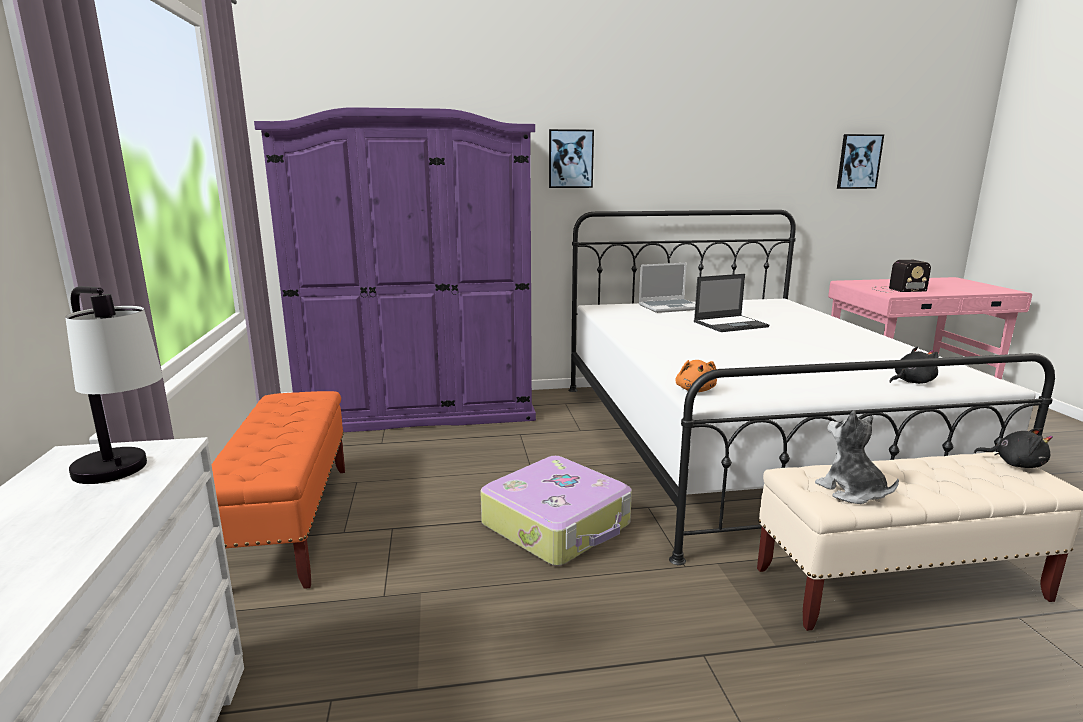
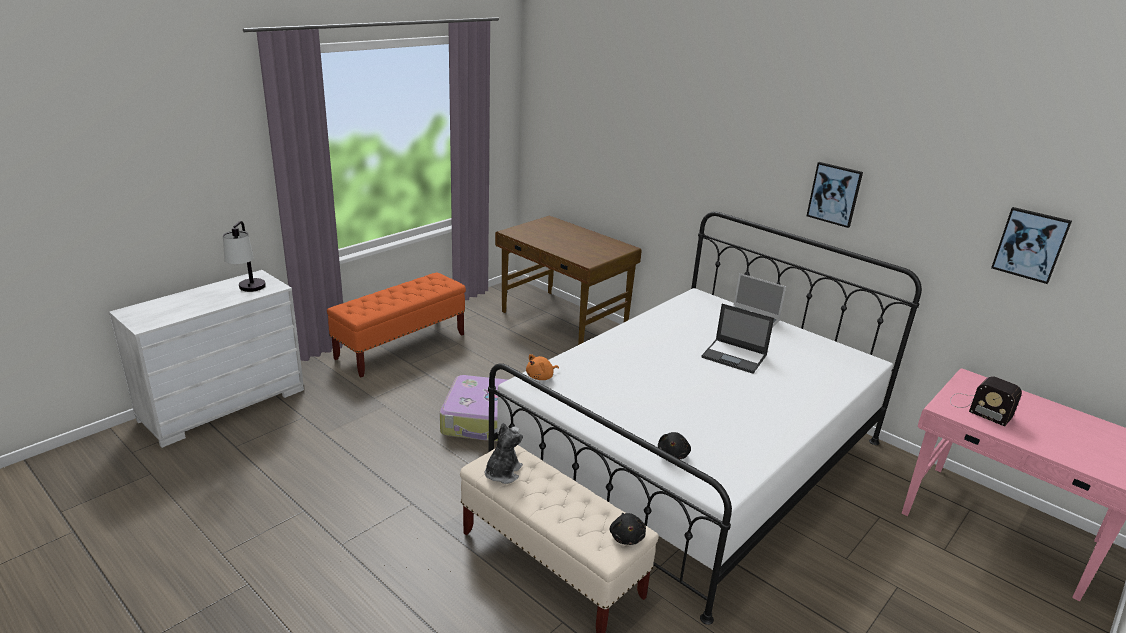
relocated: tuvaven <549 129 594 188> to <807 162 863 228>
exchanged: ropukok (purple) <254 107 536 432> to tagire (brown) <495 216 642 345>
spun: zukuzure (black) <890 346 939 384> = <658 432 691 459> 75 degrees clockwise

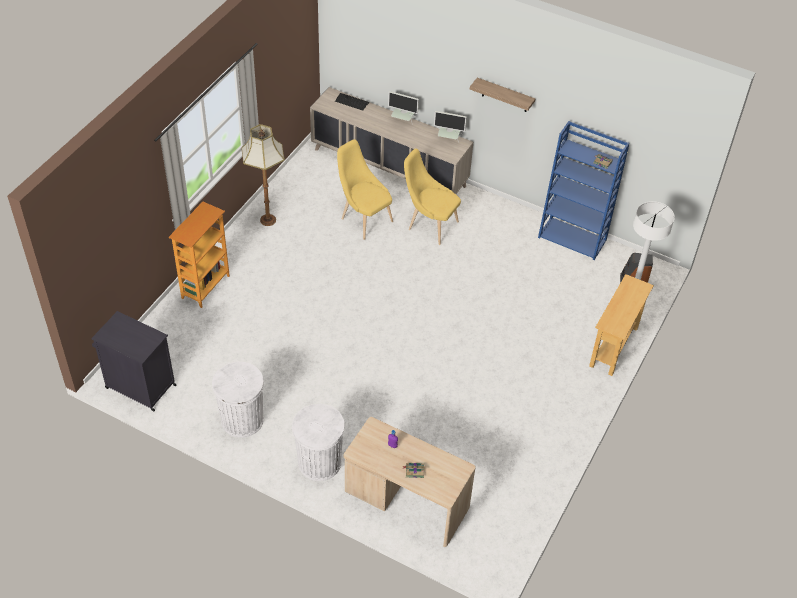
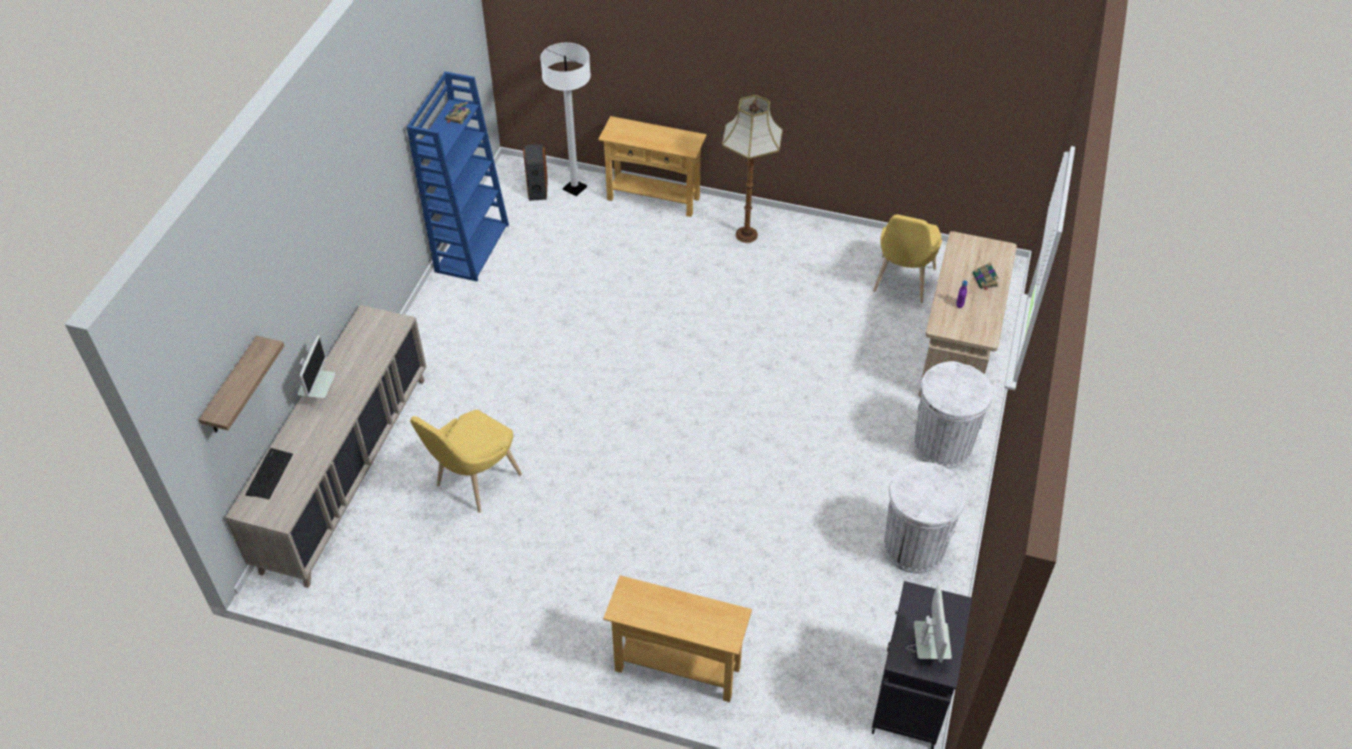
relocated: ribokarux <470 78 535 112> to <198 336 285 433>; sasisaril <434 111 467 142> to <906 585 952 662>; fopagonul <241 124 285 226> to <722 95 783 243>; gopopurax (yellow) <404 148 461 245> to <873 214 942 303>
exchanged: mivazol <168 202 230 308> to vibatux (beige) <603 575 752 702>

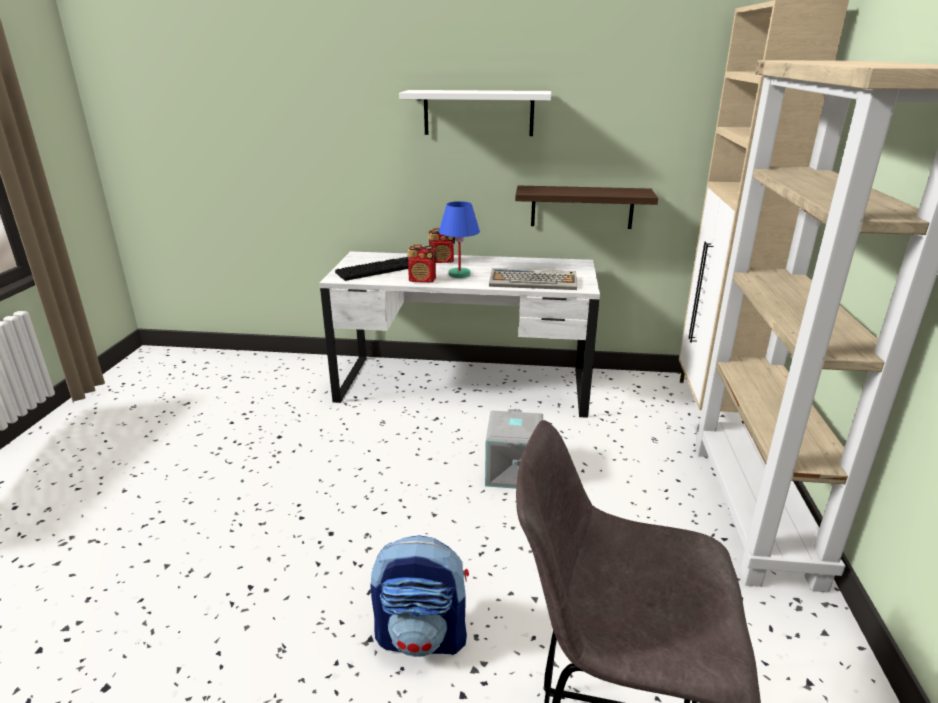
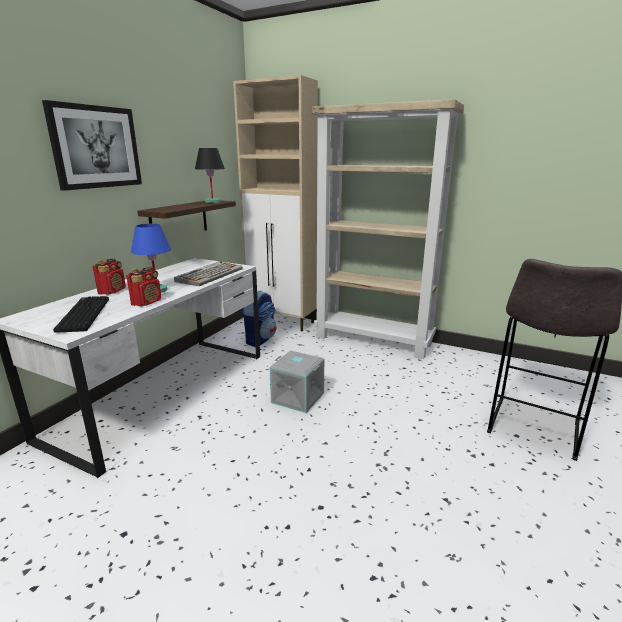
appeared: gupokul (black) <195 148 225 203>
relocated: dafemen <370 535 469 657> to <242 291 277 347>
exchanged: ribokarux (white) <399 90 551 136> to tuvaven <42 100 142 191>

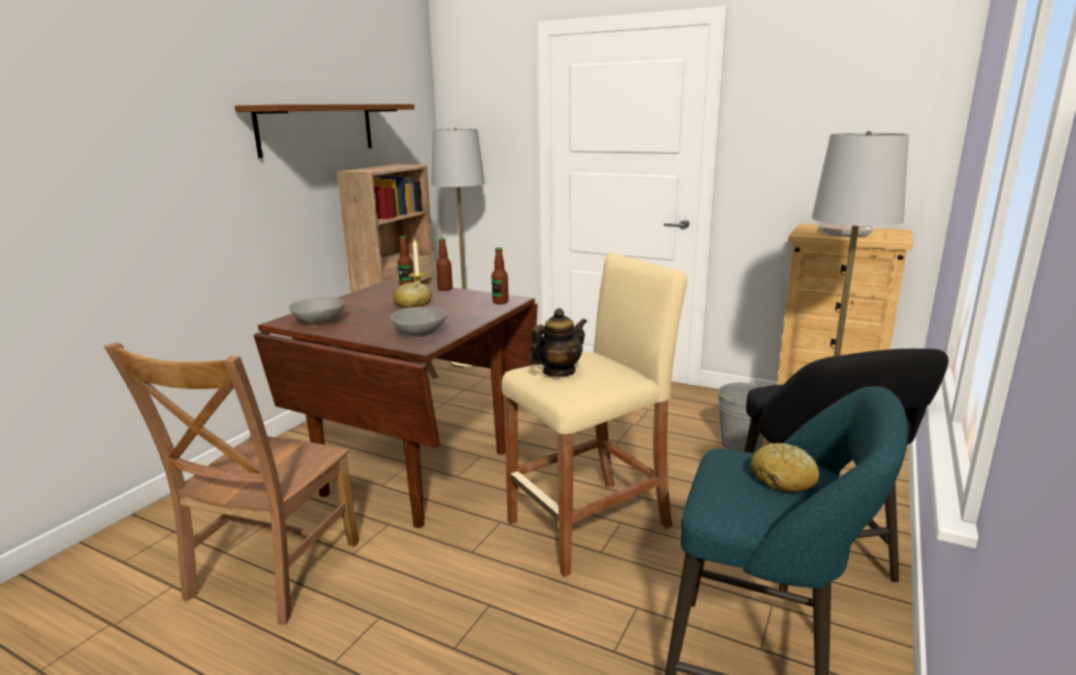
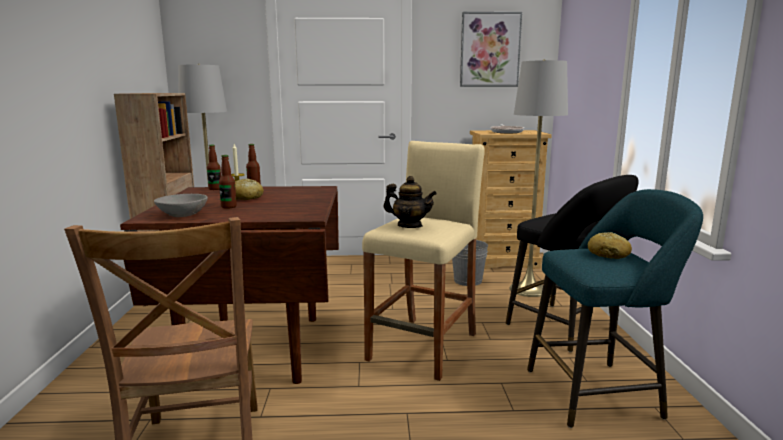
missing: ribokarux (brown) <235 104 415 158>; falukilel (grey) <390 306 447 336>
appeared: tuvaven <460 12 522 87>
relocated: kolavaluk <492 247 509 304> to <219 155 237 209>
spun: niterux <529 308 587 377> = <383 176 437 228> 90 degrees clockwise

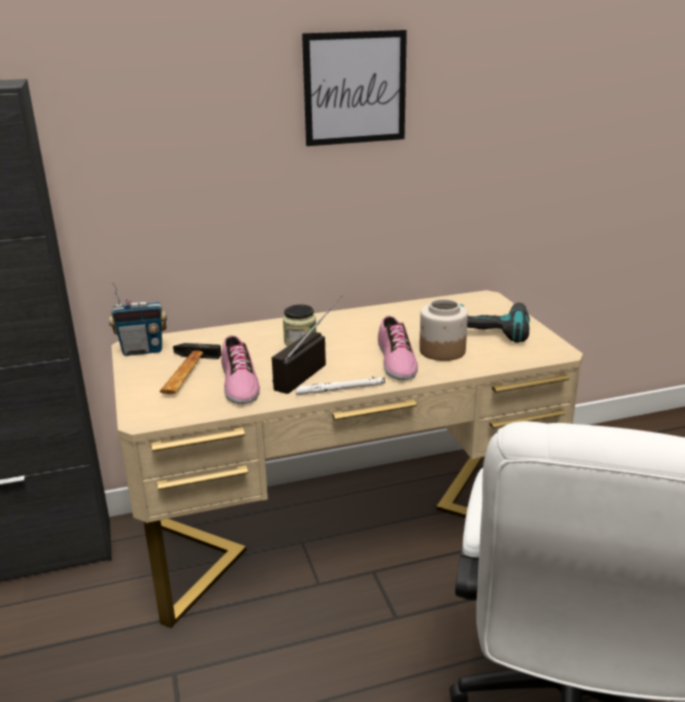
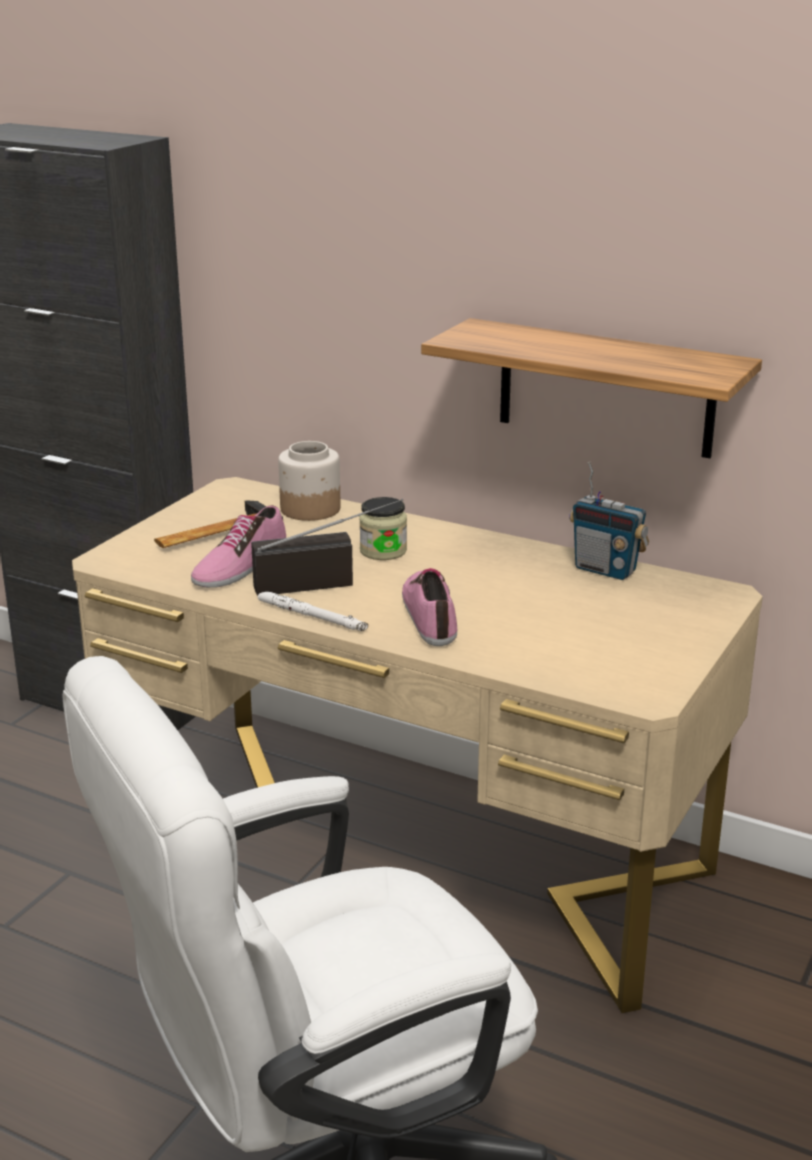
missing: tuvaven <302 30 407 146>; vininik <459 302 530 343>
appeared: ribokarux <421 318 762 458>
relocated: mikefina <109 281 167 356> to <569 461 649 580>; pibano <419 299 468 361> to <278 441 341 521>
spun: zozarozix <378 316 418 380> = <402 568 457 646> 135 degrees clockwise

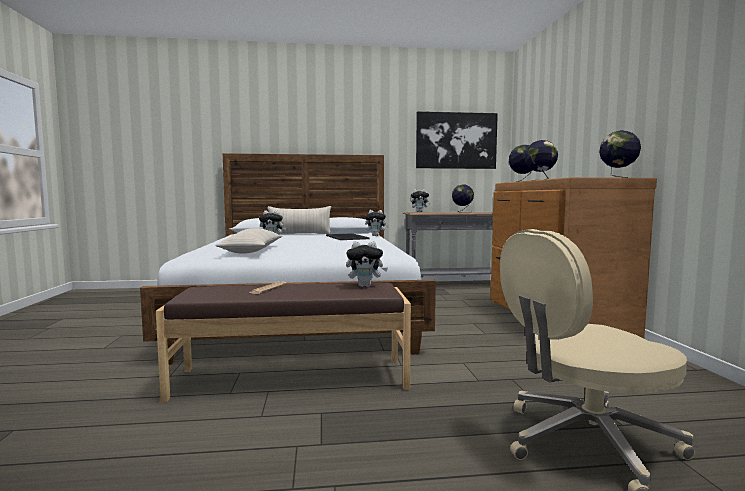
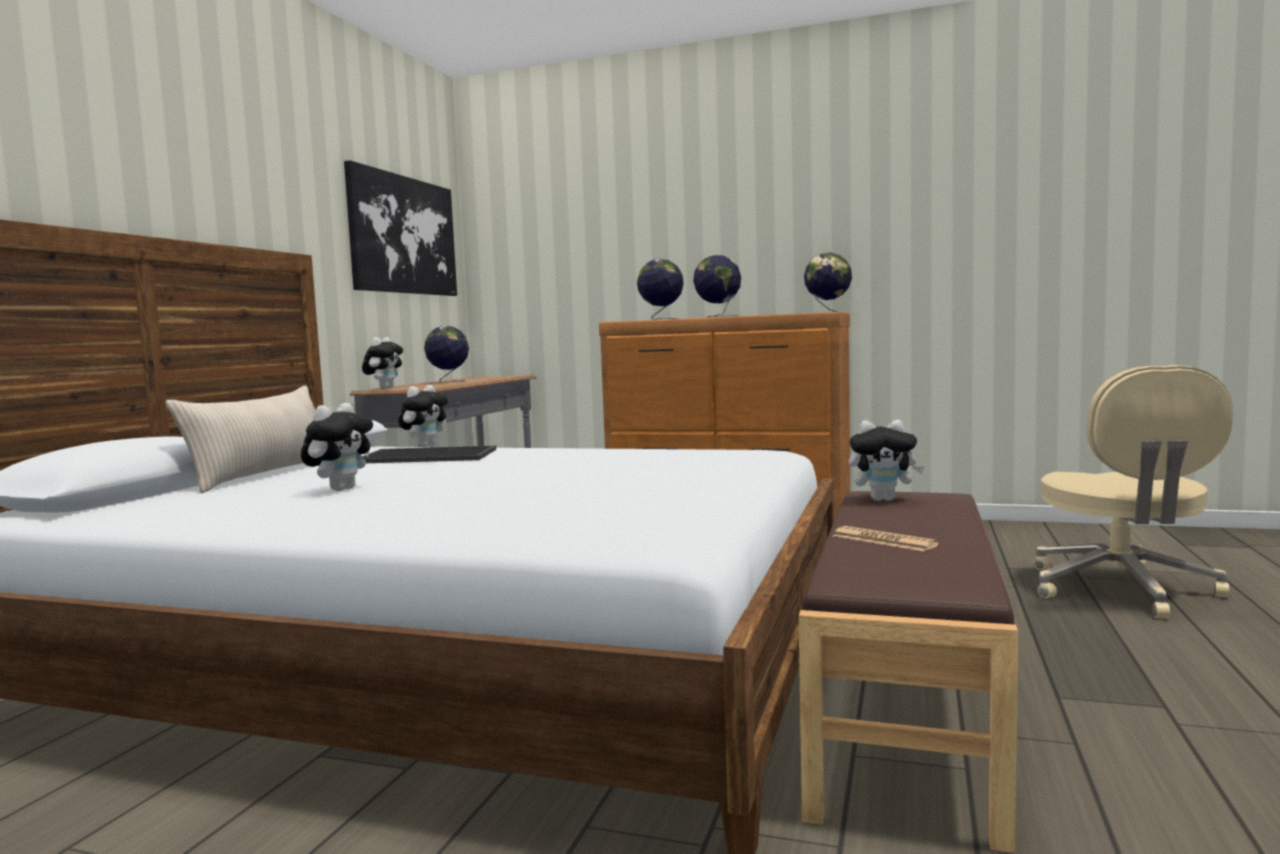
missing: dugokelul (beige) <215 228 282 254>
spun: zukuzure <346 241 388 287> = <849 420 925 501> 75 degrees clockwise

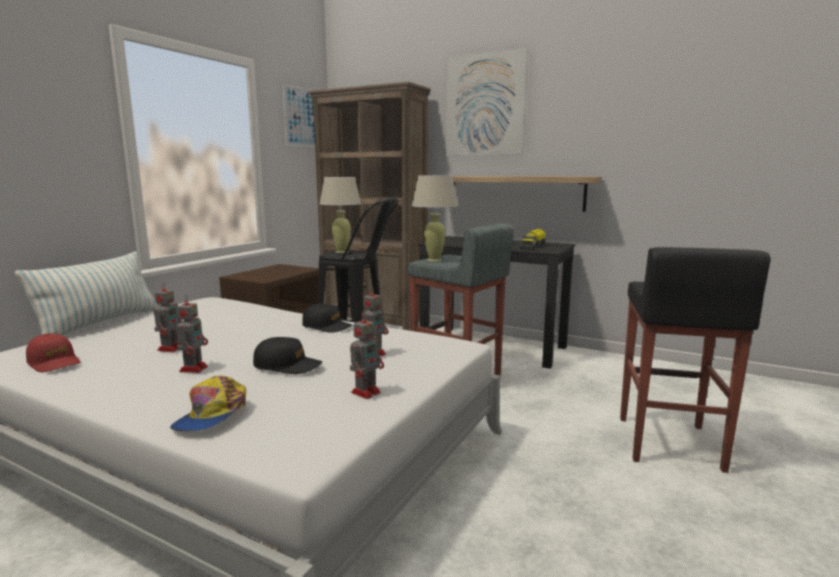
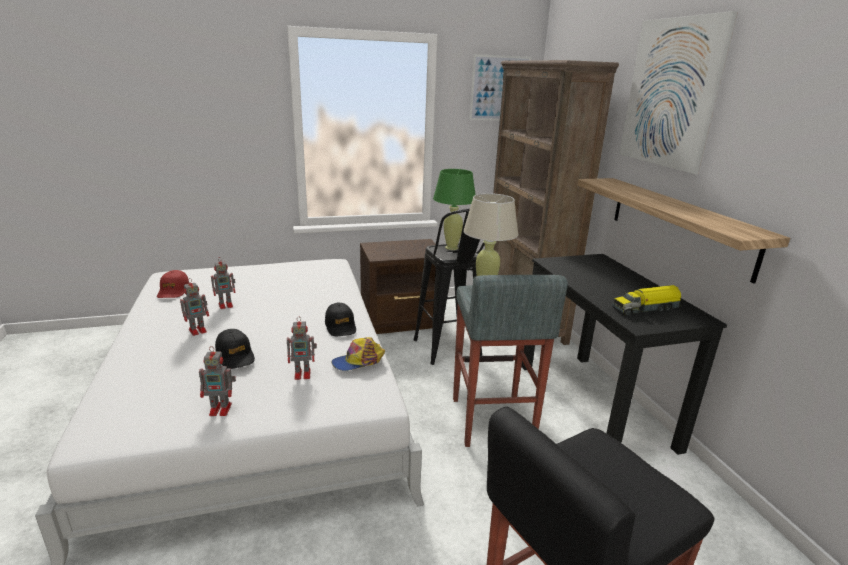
missing: dugokelul <15 251 158 335>
relocated: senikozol <170 376 246 432> to <332 337 385 371>
colour: gupokul (beige) <320 177 361 253> to gupokul (green) <433 169 476 250>

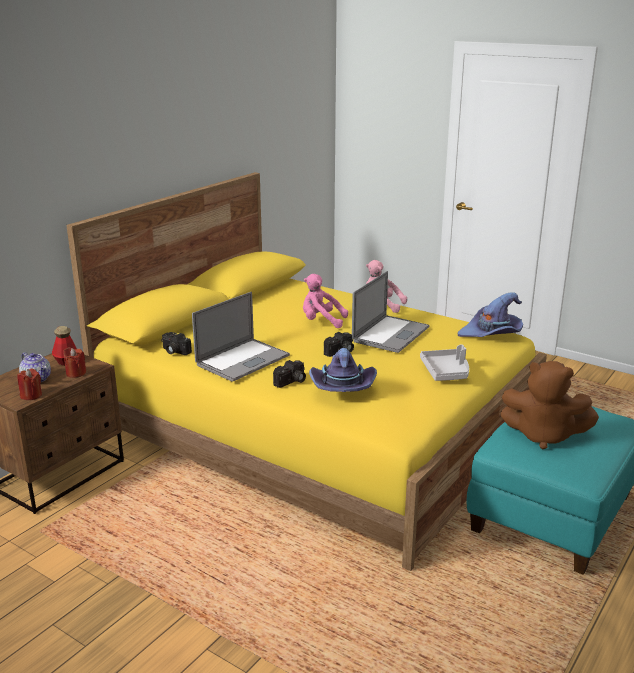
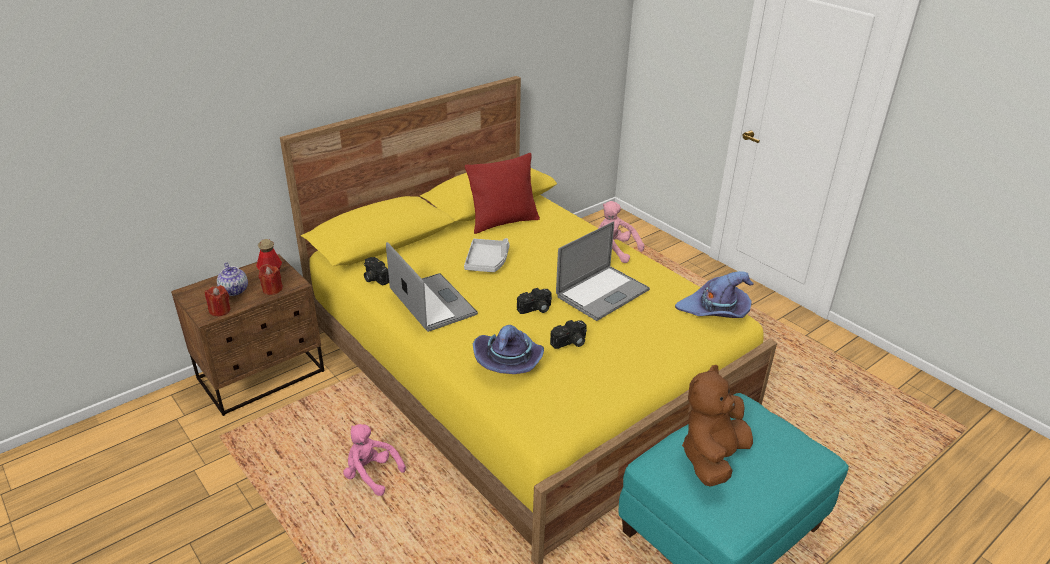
appeared: dugokelul (red) <465 153 540 234>
relocated: zukuzure (pink) <303 274 348 328> to <343 424 406 496>; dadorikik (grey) <420 344 469 381> to <464 238 510 272>; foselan <273 360 306 388> to <550 320 587 349>
spun: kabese <192 292 290 382> = <386 242 478 332> 90 degrees counterclockwise; zukuzure (brown) <501 361 599 449> = <682 365 753 487> 90 degrees clockwise

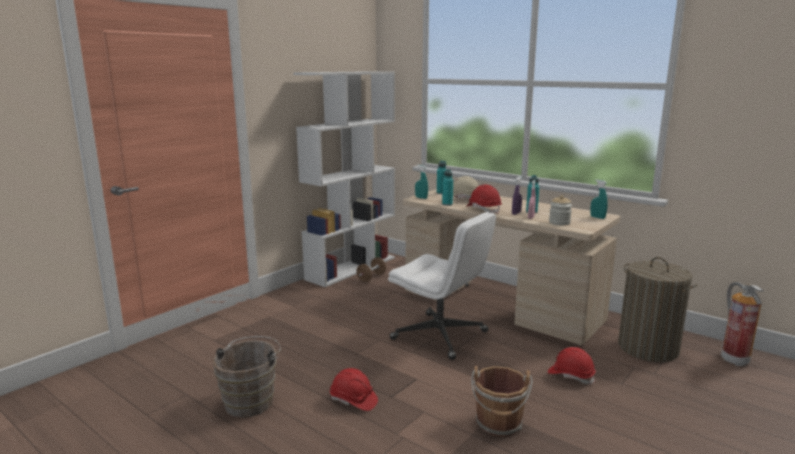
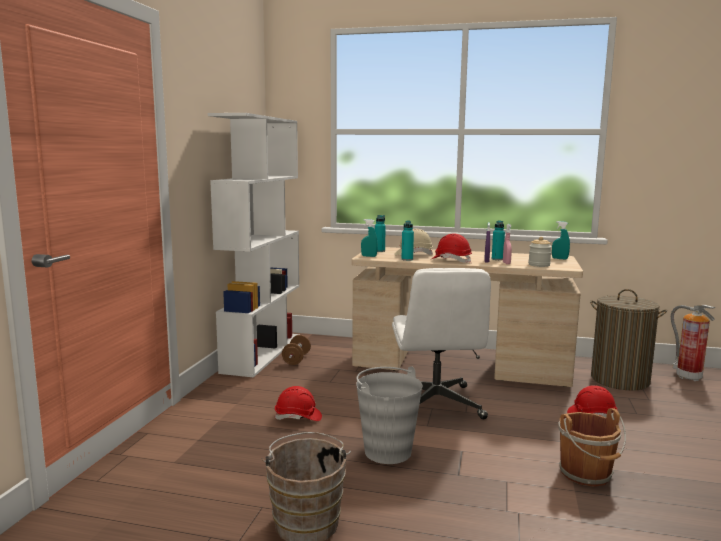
appeared: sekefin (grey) <356 366 422 464>
relocated: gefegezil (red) <330 368 378 411> to <274 386 322 421>
spun: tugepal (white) <388 212 496 360> = <392 268 491 419> 75 degrees clockwise

